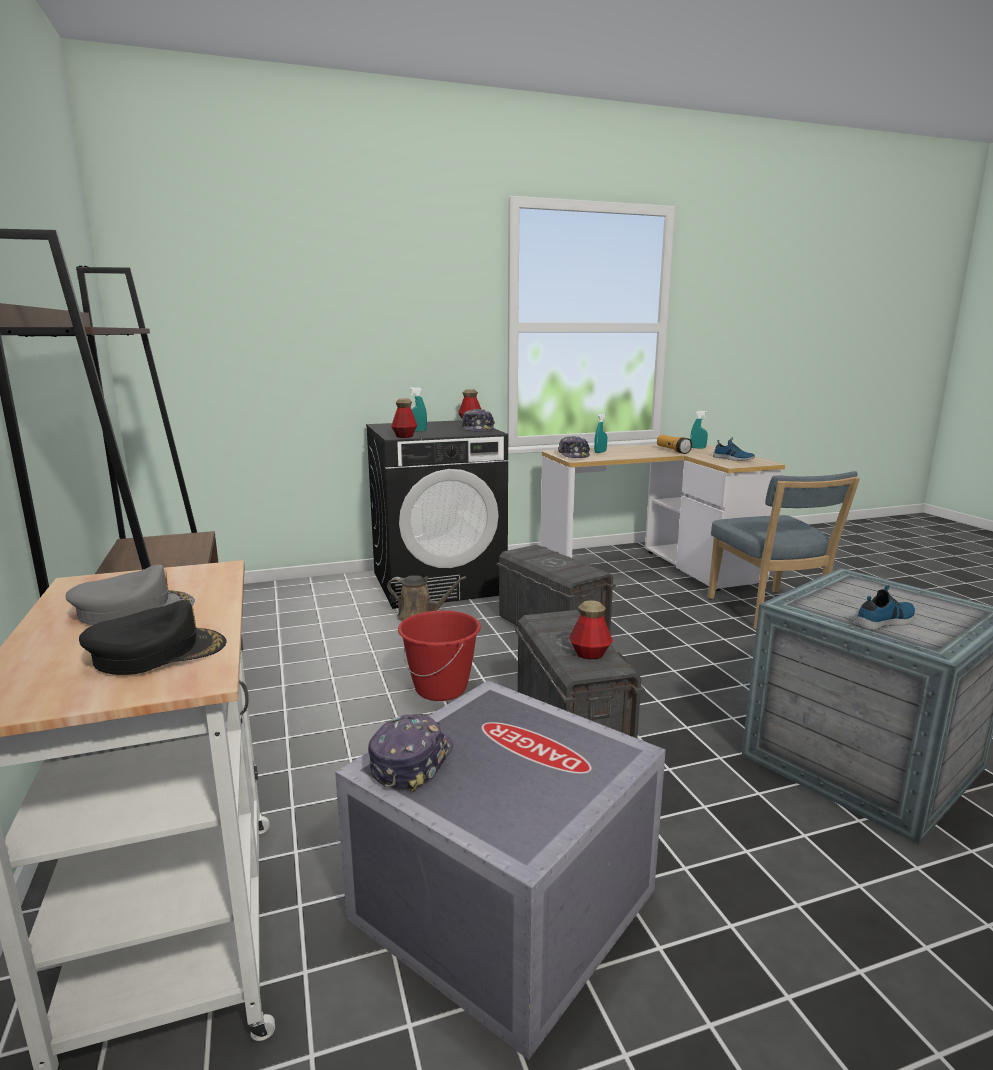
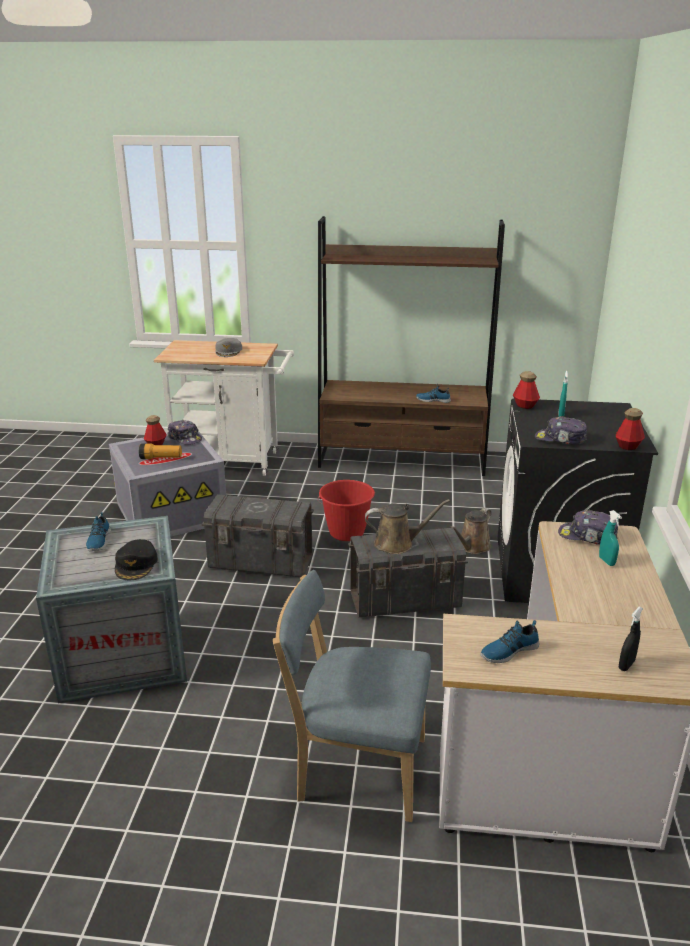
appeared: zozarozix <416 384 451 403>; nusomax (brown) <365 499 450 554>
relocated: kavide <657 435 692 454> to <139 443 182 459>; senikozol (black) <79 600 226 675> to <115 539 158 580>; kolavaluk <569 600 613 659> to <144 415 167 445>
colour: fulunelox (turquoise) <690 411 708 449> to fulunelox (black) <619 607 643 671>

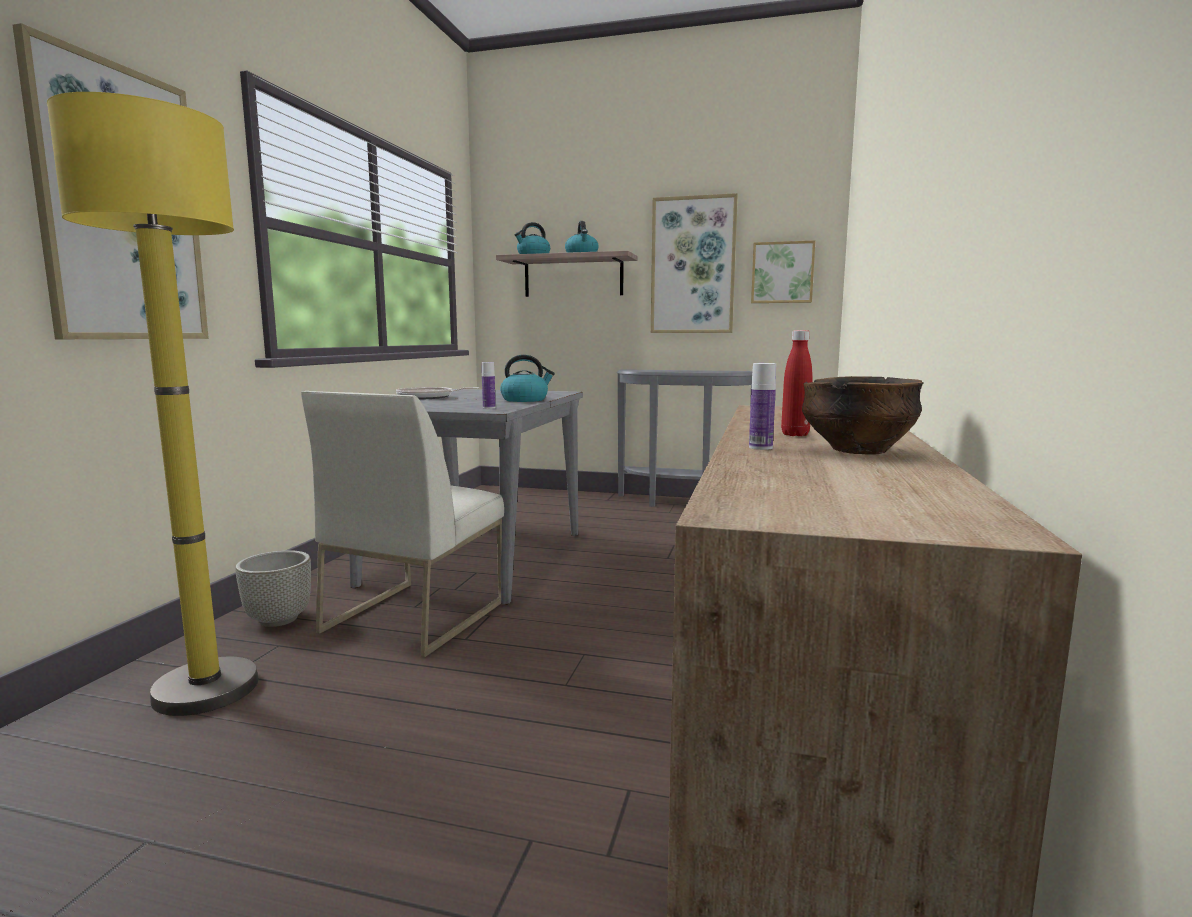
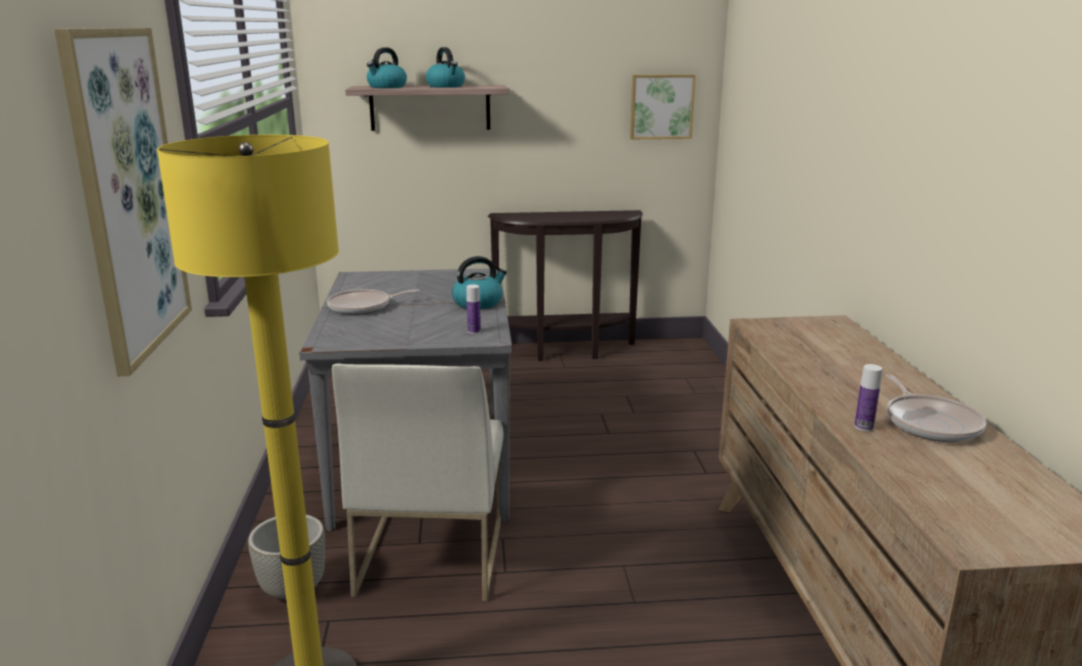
missing: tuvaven <651 193 738 333>; kolavaluk (red) <781 330 813 436>
exchanged: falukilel <802 376 924 455> to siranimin <885 374 987 442>
colour: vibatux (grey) <617 369 752 507> to vibatux (brown) <488 210 643 361>

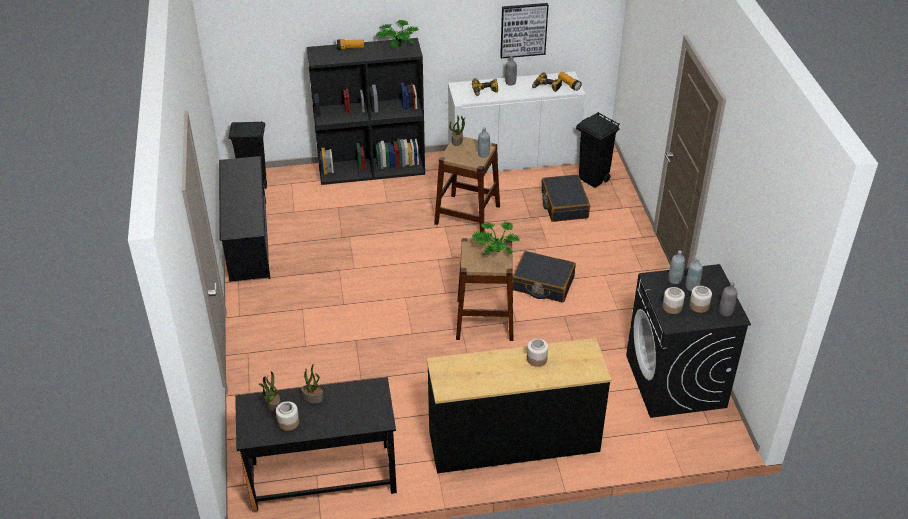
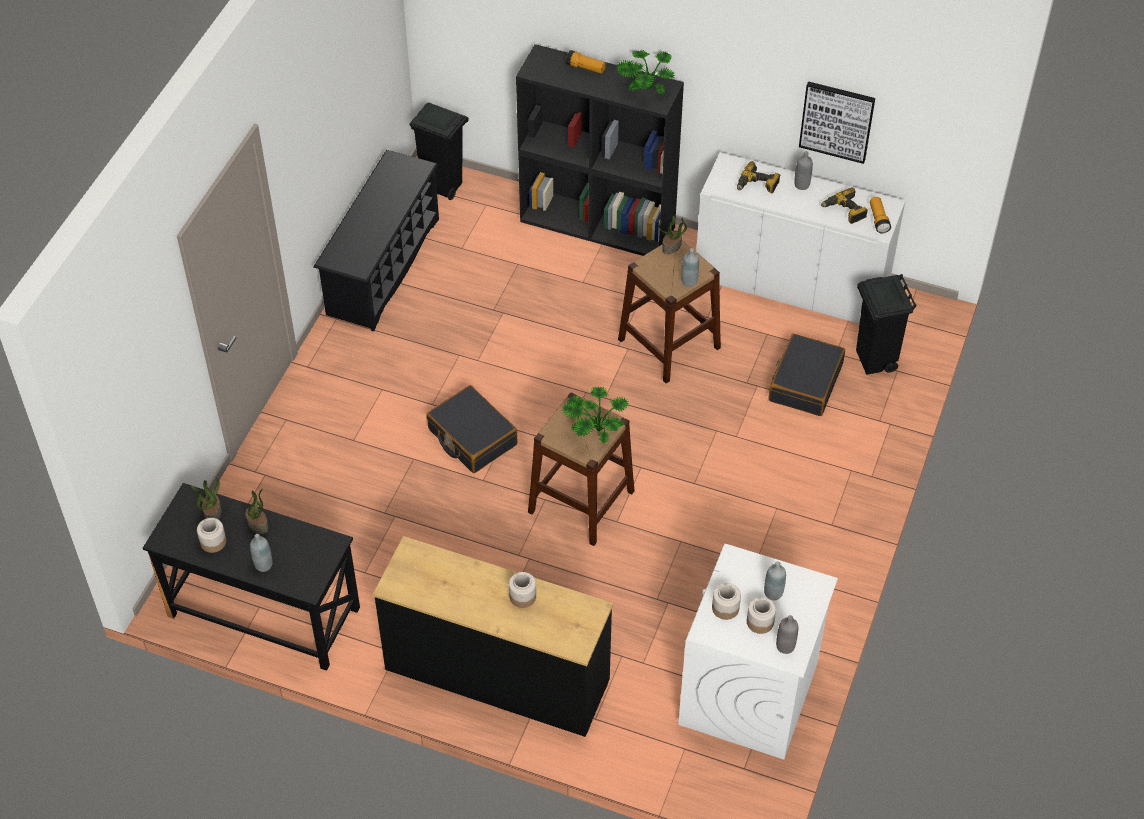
relocated: kolavaluk (grey) <668 250 685 284> to <250 534 273 572>; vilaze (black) <512 251 576 303> to <426 385 518 473>
colour: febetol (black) <626 264 751 418> to febetol (white) <678 544 838 760>

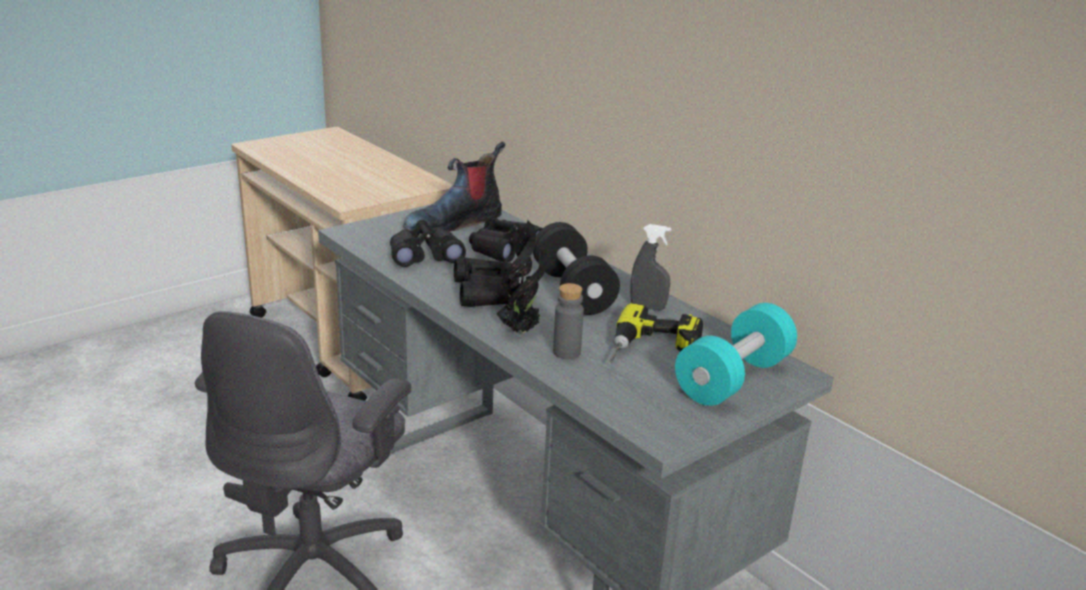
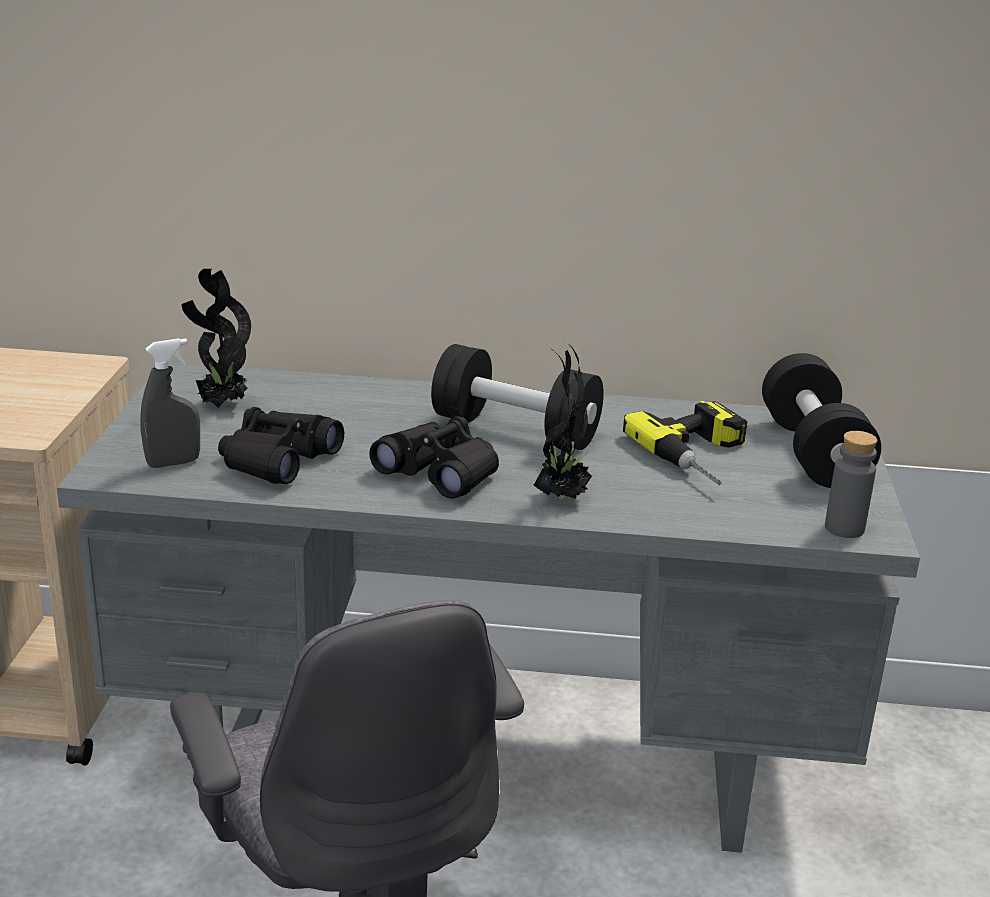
missing: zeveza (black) <469 216 543 262>
relocated: fulunelox (grey) <630 224 671 311> to <141 338 200 468>; kolavaluk (grey) <553 283 584 359> to <825 431 877 538>
exchanged: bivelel <403 141 505 234> to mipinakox <182 269 251 408>
colour: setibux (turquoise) <675 303 797 406> to setibux (black) <762 353 881 488>

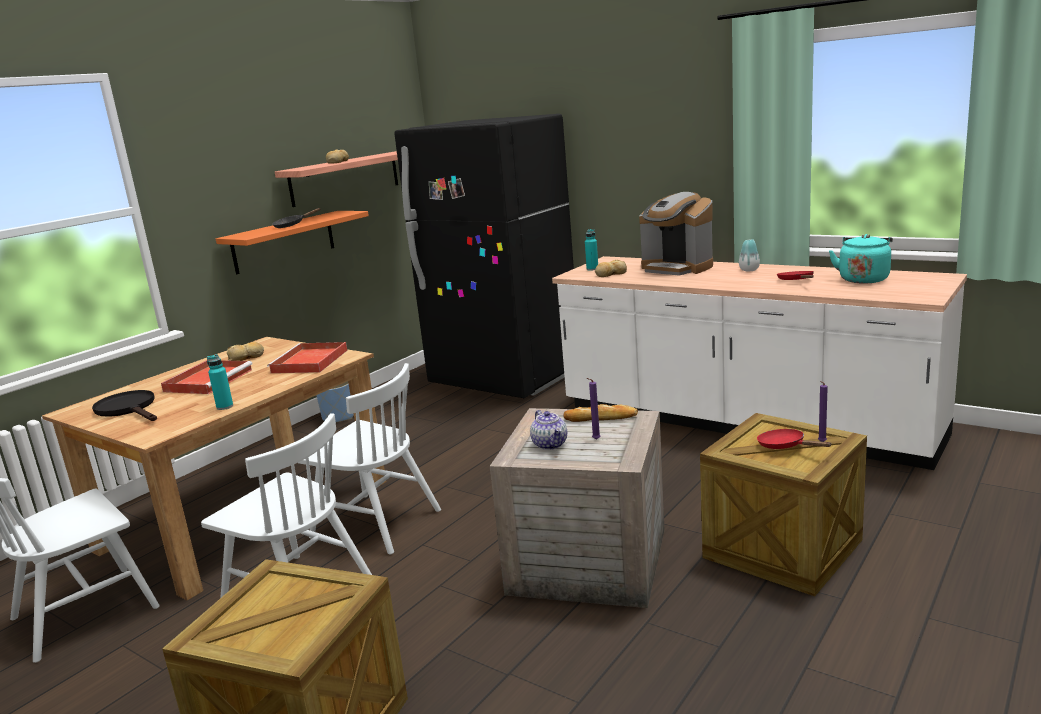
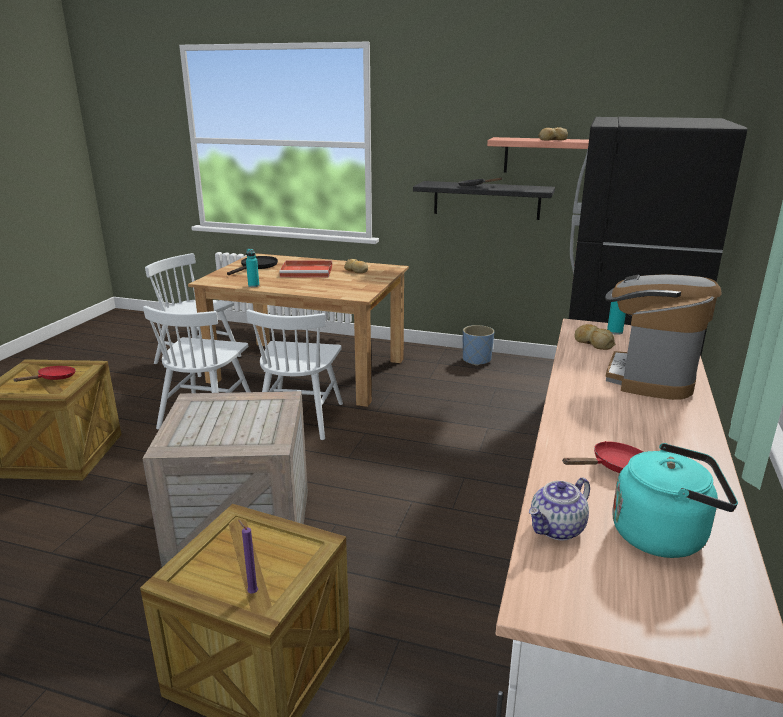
missing: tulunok <739 239 760 271>; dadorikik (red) <267 342 347 373>; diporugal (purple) <587 378 600 440>; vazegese <563 404 638 422>
relocated: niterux <530 410 567 450> to <529 477 590 540>; siranimin (red) <757 429 832 449> to <13 366 76 382>
colour: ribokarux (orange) <216 211 369 274> to ribokarux (black) <413 181 555 220>

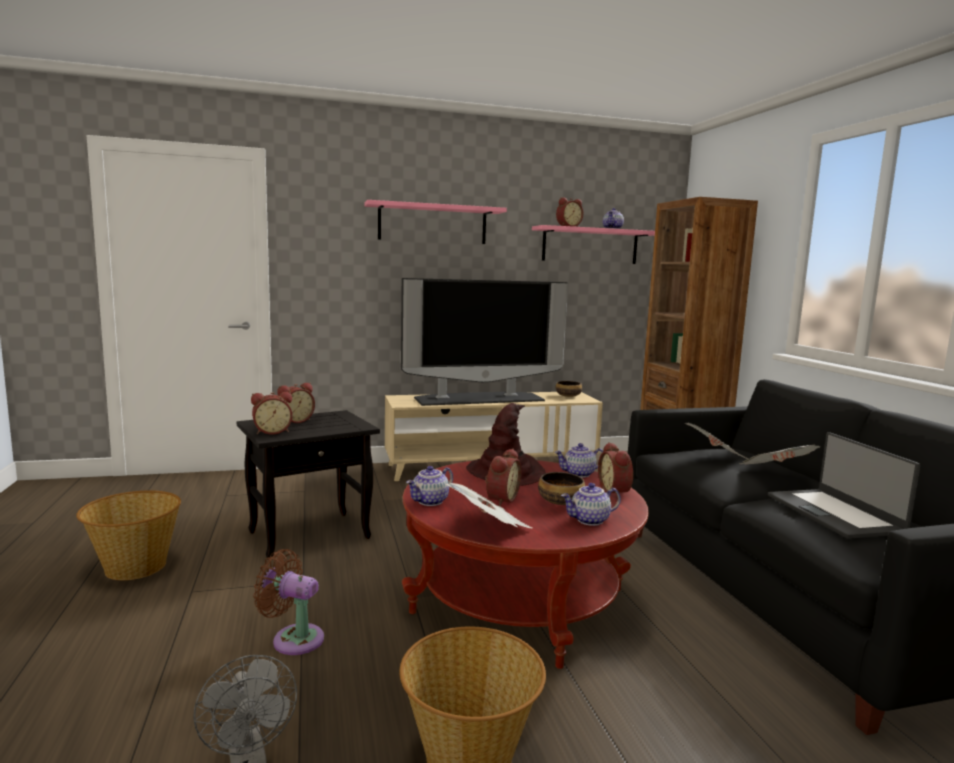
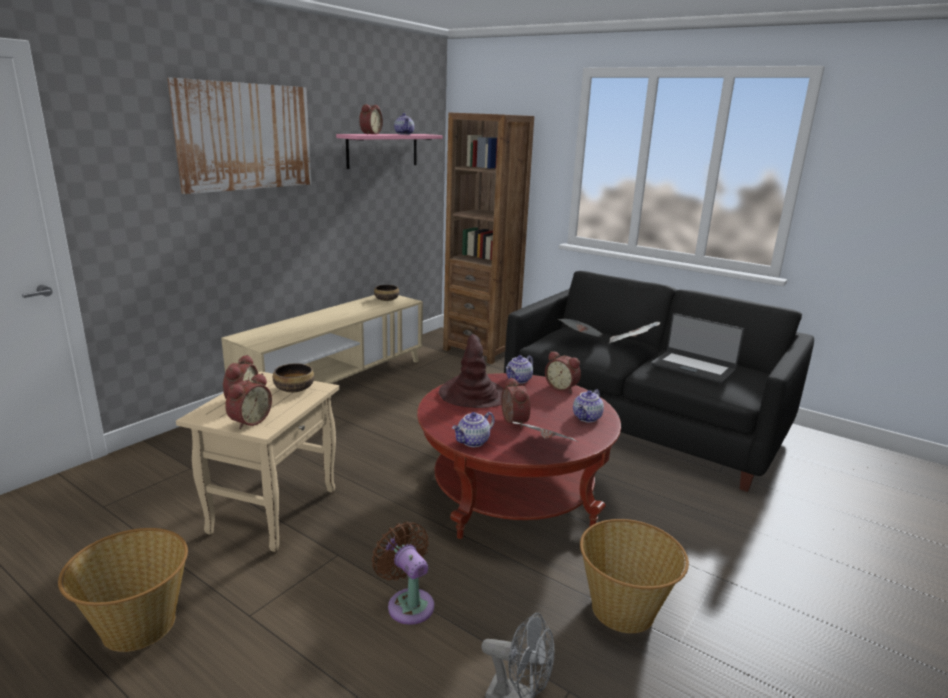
missing: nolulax <401 278 568 406>
relocated: falukilel <538 472 585 505> to <273 364 314 392>
exchanged: ribokarux (pink) <365 200 507 244> to tuvaven <168 78 311 194>
colour: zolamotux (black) <237 410 380 560> to zolamotux (beige) <176 371 339 552>
spun: niterux <406 466 453 506> = <452 412 495 447> 45 degrees clockwise; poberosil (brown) <253 549 324 655> = <372 522 434 625> 75 degrees clockwise

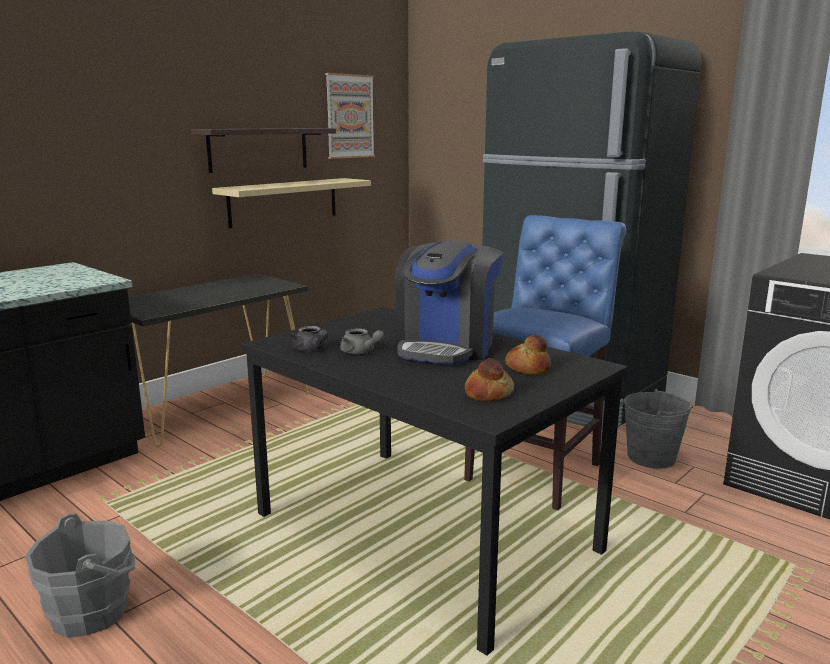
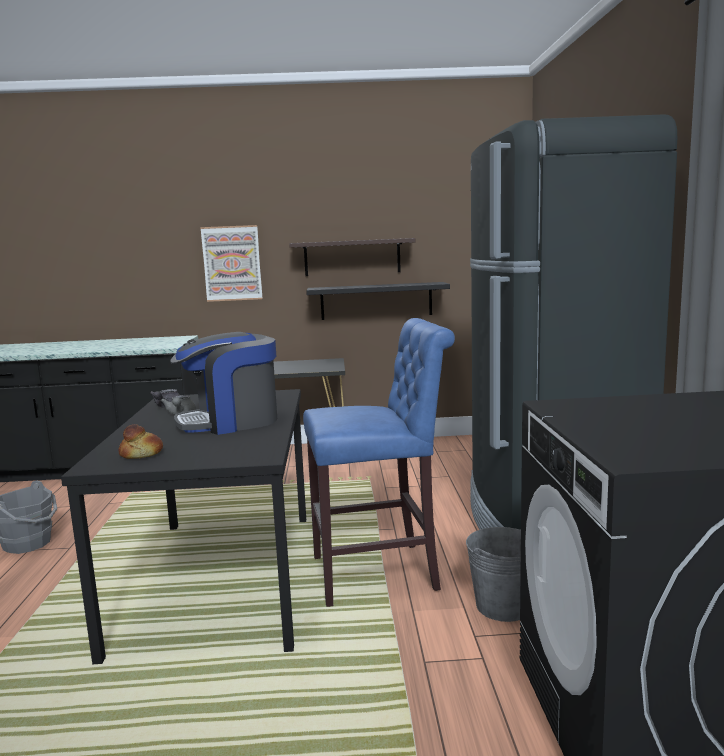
missing: vazegese <505 335 551 375>
relocated: tuvaven <325 73 375 159> to <200 225 263 302>
colour: ribokarux (beige) <212 178 371 228> to ribokarux (black) <306 282 450 320>

